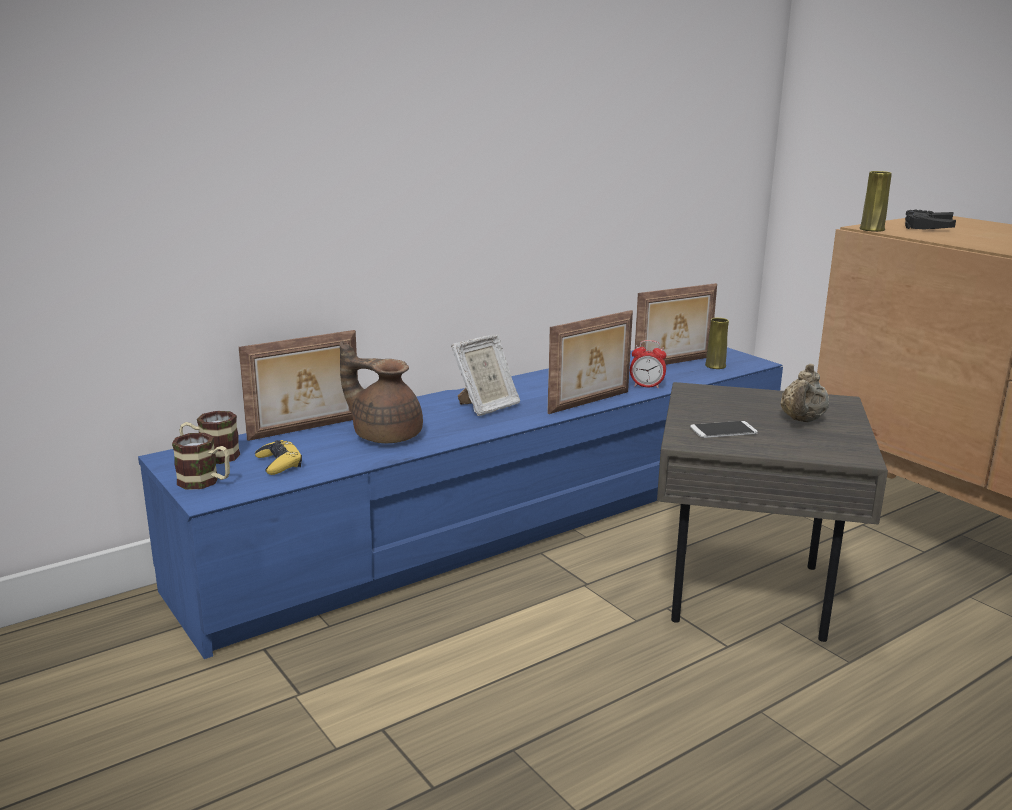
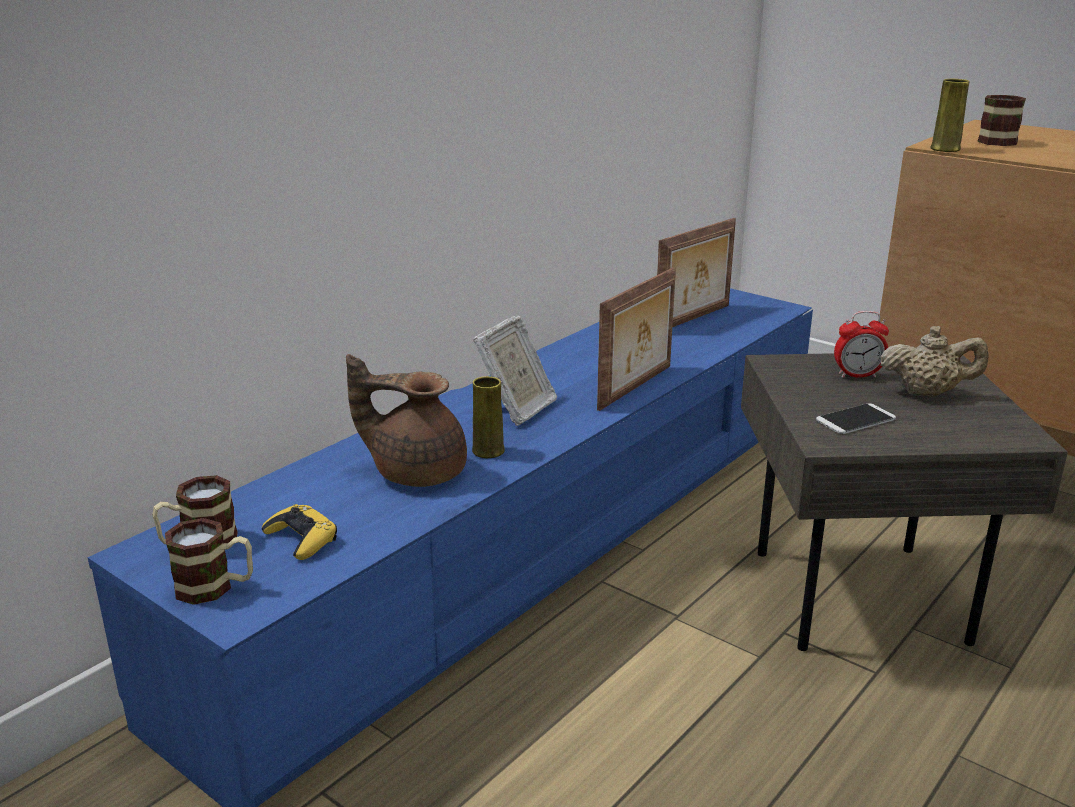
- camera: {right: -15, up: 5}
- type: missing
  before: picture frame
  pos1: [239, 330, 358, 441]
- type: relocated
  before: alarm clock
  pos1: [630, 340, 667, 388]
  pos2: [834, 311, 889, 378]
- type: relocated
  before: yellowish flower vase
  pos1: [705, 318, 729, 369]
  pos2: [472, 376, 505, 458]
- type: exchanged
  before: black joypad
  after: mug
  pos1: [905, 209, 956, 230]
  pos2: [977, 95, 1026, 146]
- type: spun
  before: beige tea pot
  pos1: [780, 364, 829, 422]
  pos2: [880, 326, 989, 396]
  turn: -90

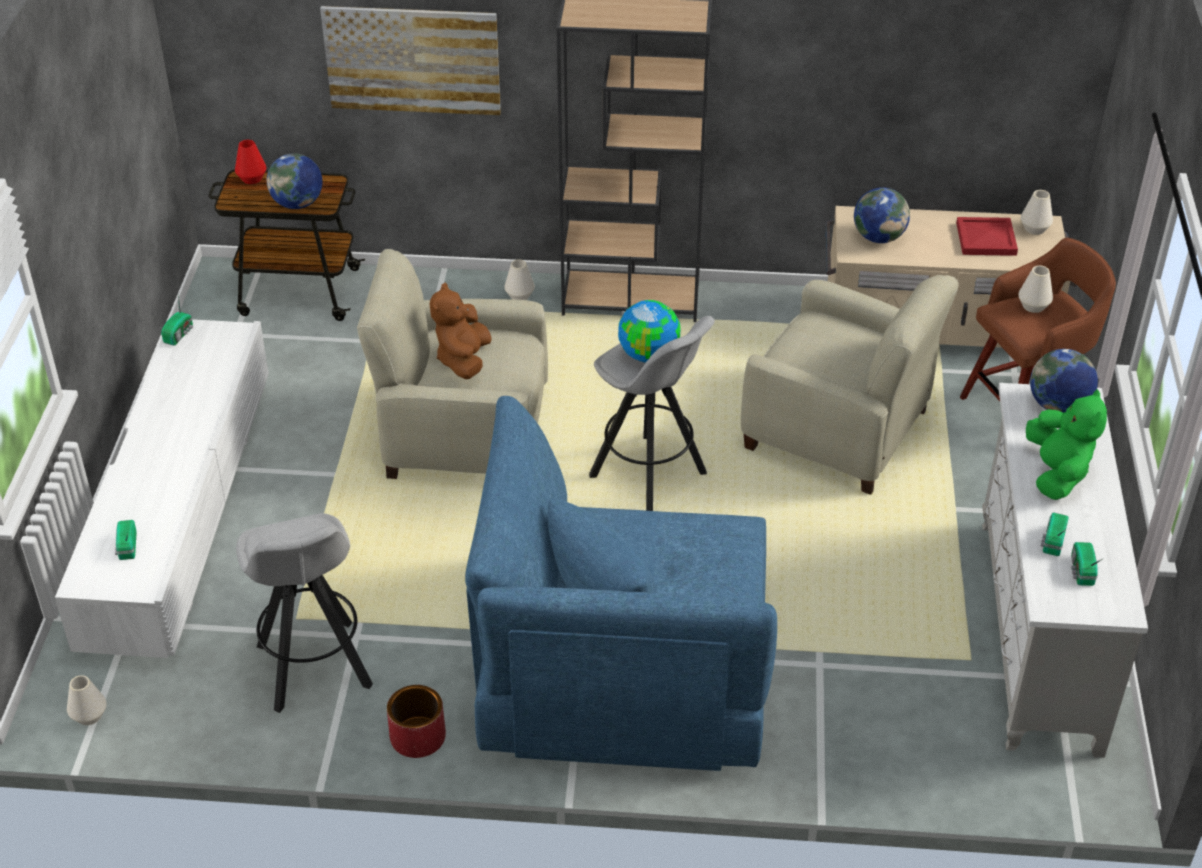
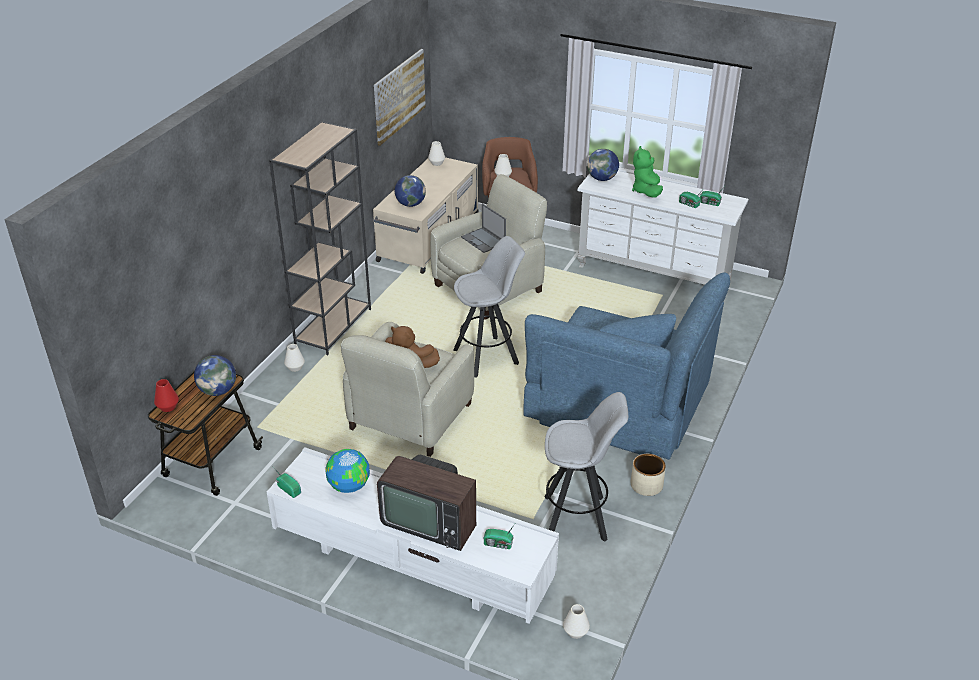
- camera: {right: -70, up: -5}
- type: missing
  before: red carrying tray
  pos1: [956, 217, 1018, 256]
- type: appeared
  after: television
  pos2: [377, 455, 476, 551]
- type: appeared
  after: portable computer
  pos2: [461, 204, 506, 253]
- type: relocated
  before: wall picture
  pos1: [320, 6, 501, 115]
  pos2: [374, 49, 426, 146]
- type: relocated
  before: globe
  pos1: [618, 300, 681, 363]
  pos2: [325, 449, 370, 493]
- type: colour
  before: red flower pot
  after: beige flower pot
  pos1: [387, 685, 446, 758]
  pos2: [631, 454, 666, 496]
- type: spun
  before: green plush toy
  pos1: [1026, 389, 1107, 500]
  pos2: [632, 146, 663, 198]
  turn: -105

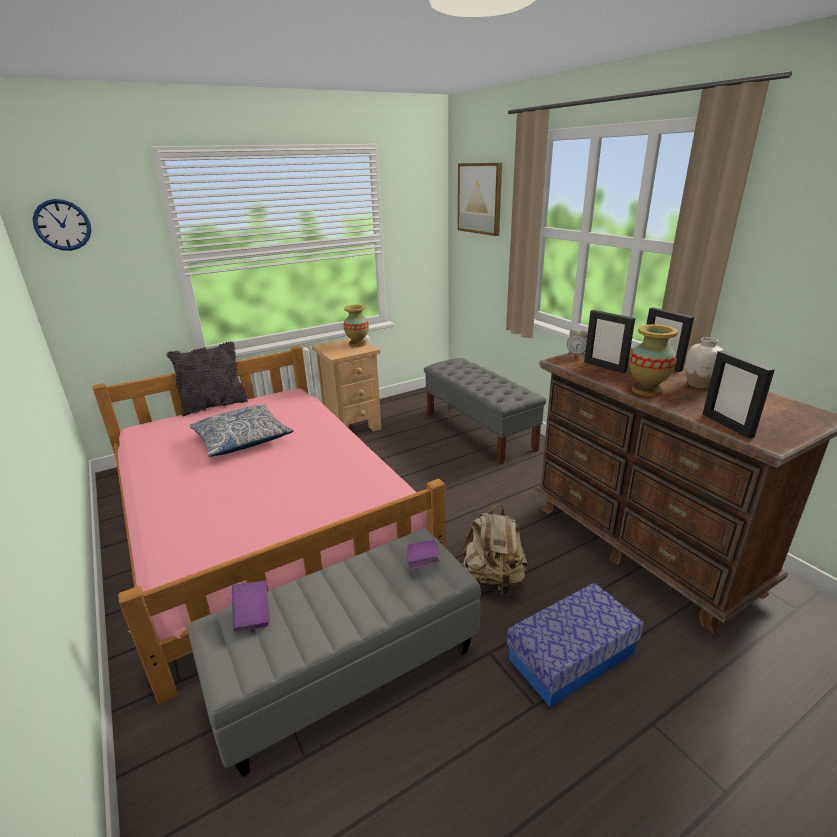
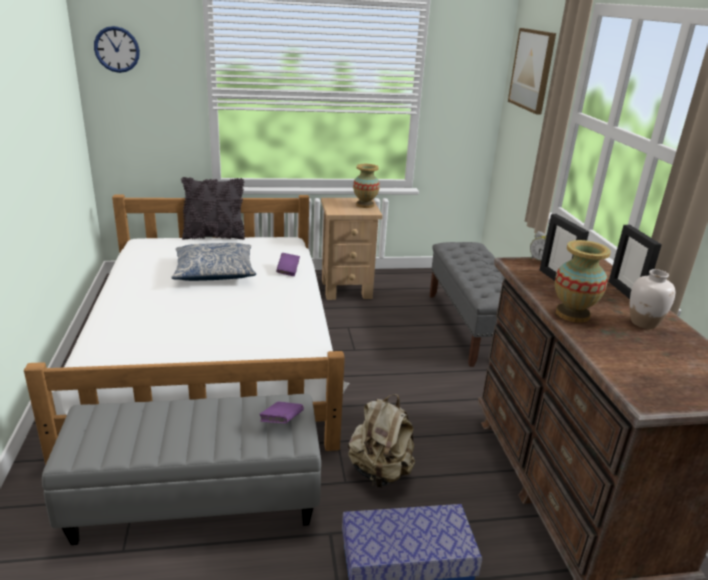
- camera: {right: 20, up: 0}
- type: missing
  before: picture frame
  pos1: [703, 350, 775, 439]
- type: relocated
  before: purple book
  pos1: [232, 581, 270, 632]
  pos2: [276, 253, 300, 276]
- type: colour
  before: pink bed
  after: white bed
  pos1: [92, 346, 446, 704]
  pos2: [24, 194, 349, 465]

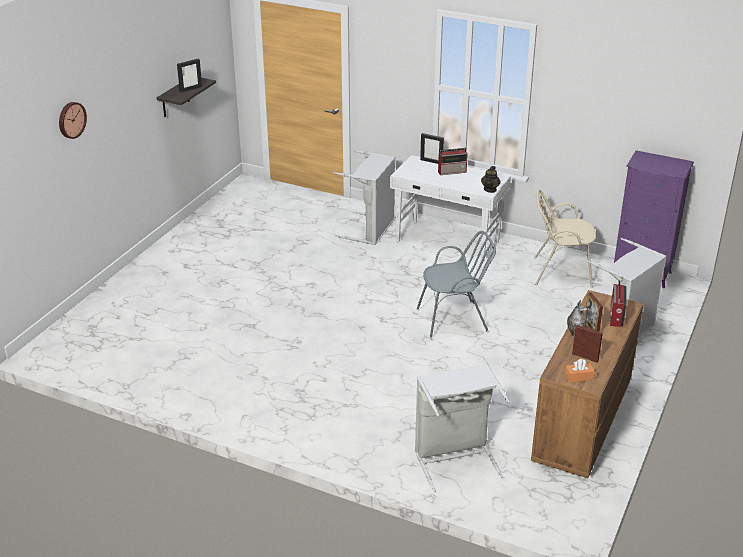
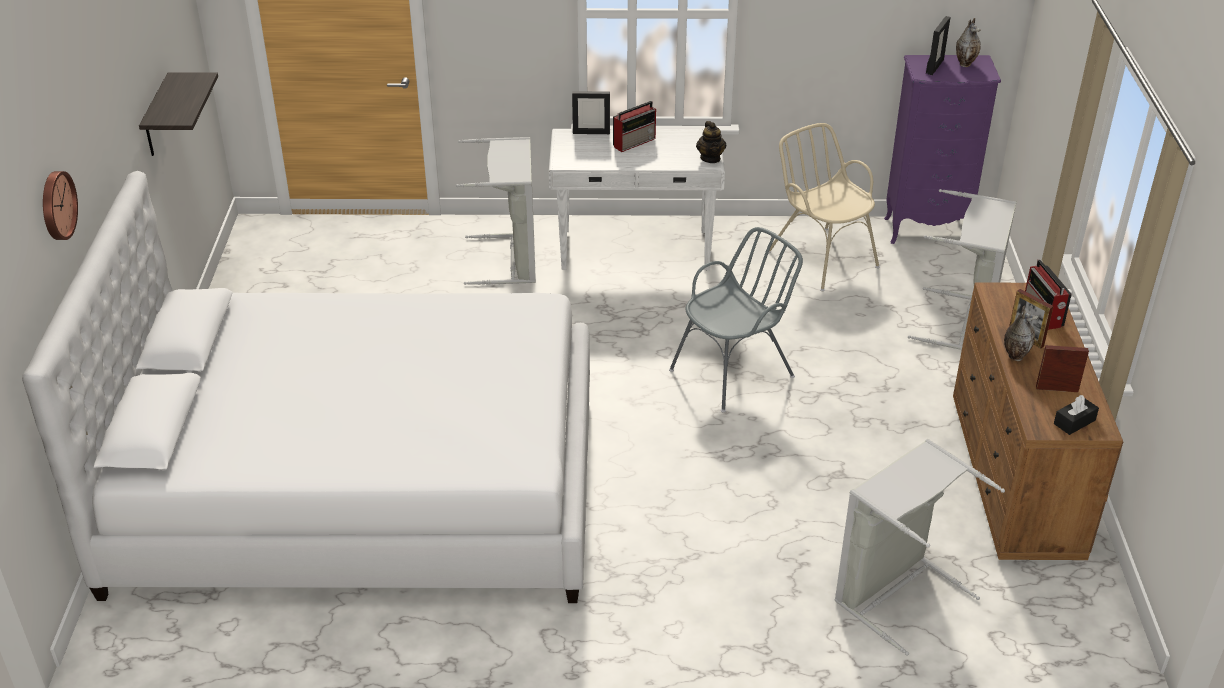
- camera: {right: -25, up: 5}
- type: appeared
  after: white bed
  pos2: [22, 171, 590, 603]
- type: appeared
  after: flower vase
  pos2: [956, 18, 981, 67]
- type: relocated
  before: picture frame
  pos1: [177, 59, 202, 93]
  pos2: [926, 16, 950, 75]
- type: colour
  before: orangey tissue holder
  after: black tissue holder
  pos1: [565, 359, 595, 383]
  pos2: [1054, 395, 1099, 435]
- type: spun
  before: beige chair
  pos1: [534, 190, 596, 288]
  pos2: [769, 123, 880, 291]
  turn: 75

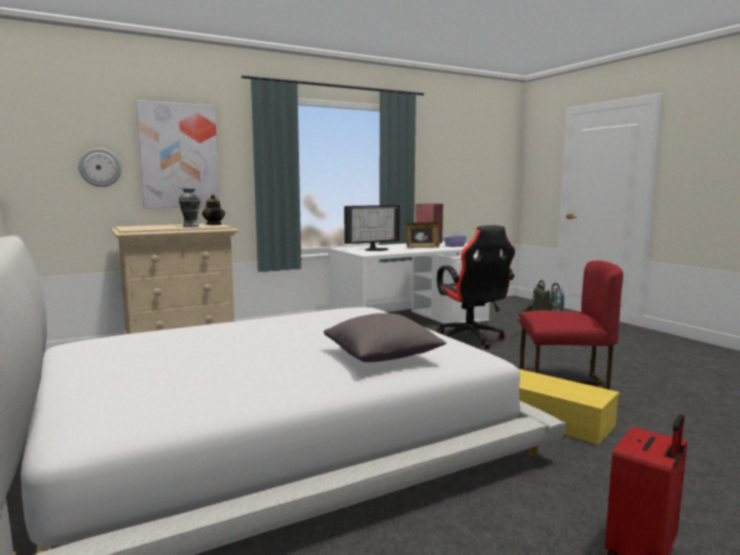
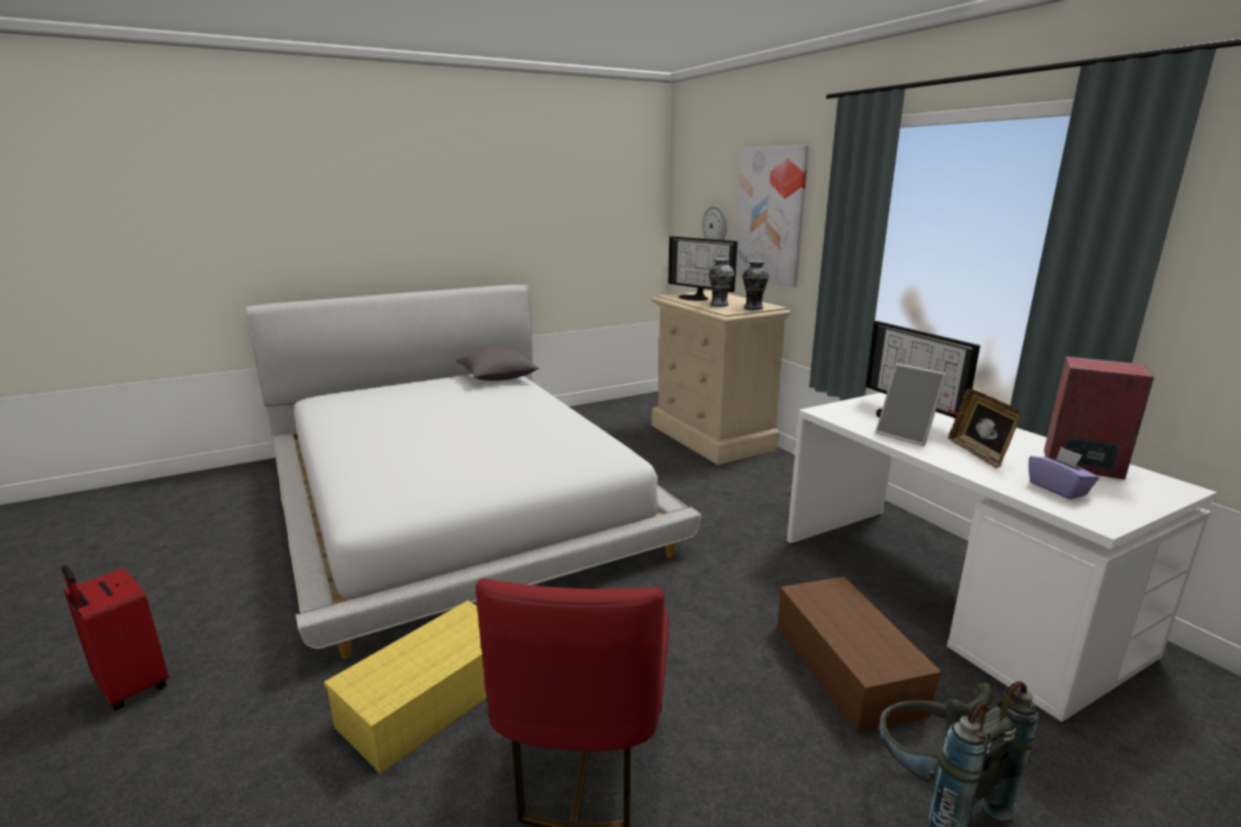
- camera: {right: 90, up: 10}
- type: appeared
  after: computer screen
  pos2: [668, 236, 737, 300]
- type: appeared
  after: picture frame
  pos2: [876, 363, 947, 446]
- type: relocated
  before: grey cushion
  pos1: [324, 313, 447, 362]
  pos2: [456, 347, 539, 381]
- type: exchanged
  before: tea pot
  after: flower vase
  pos1: [202, 194, 225, 225]
  pos2: [742, 260, 769, 310]
- type: exchanged
  before: black computer chair
  after: brown-coloured storage container
  pos1: [436, 225, 515, 349]
  pos2: [777, 576, 942, 733]

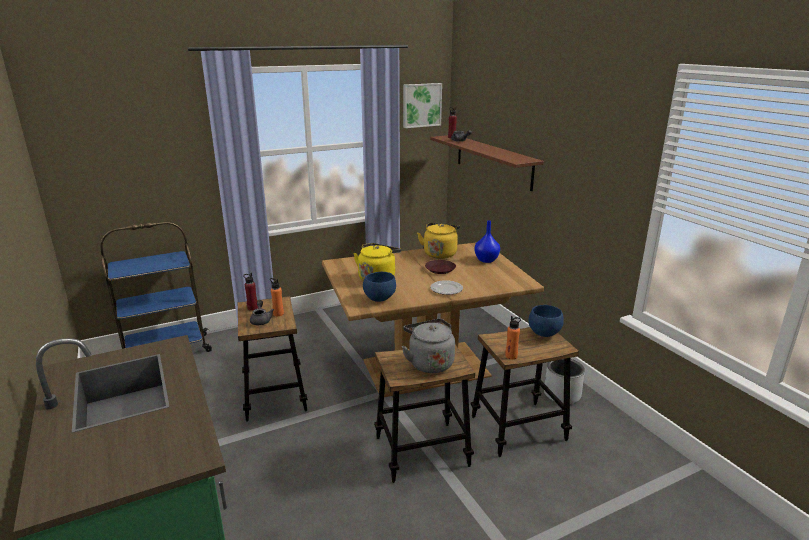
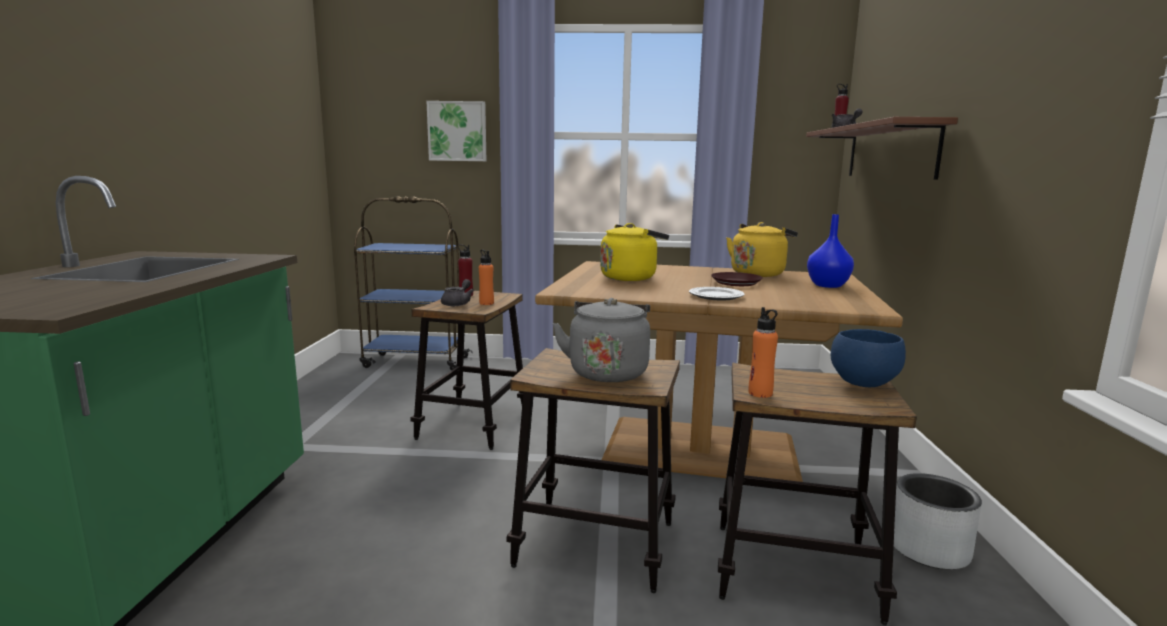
- camera: {right: 30, up: -10}
- type: missing
  before: blue deep dish
  pos1: [363, 272, 396, 302]
- type: relocated
  before: wall picture
  pos1: [403, 83, 442, 128]
  pos2: [426, 101, 486, 161]

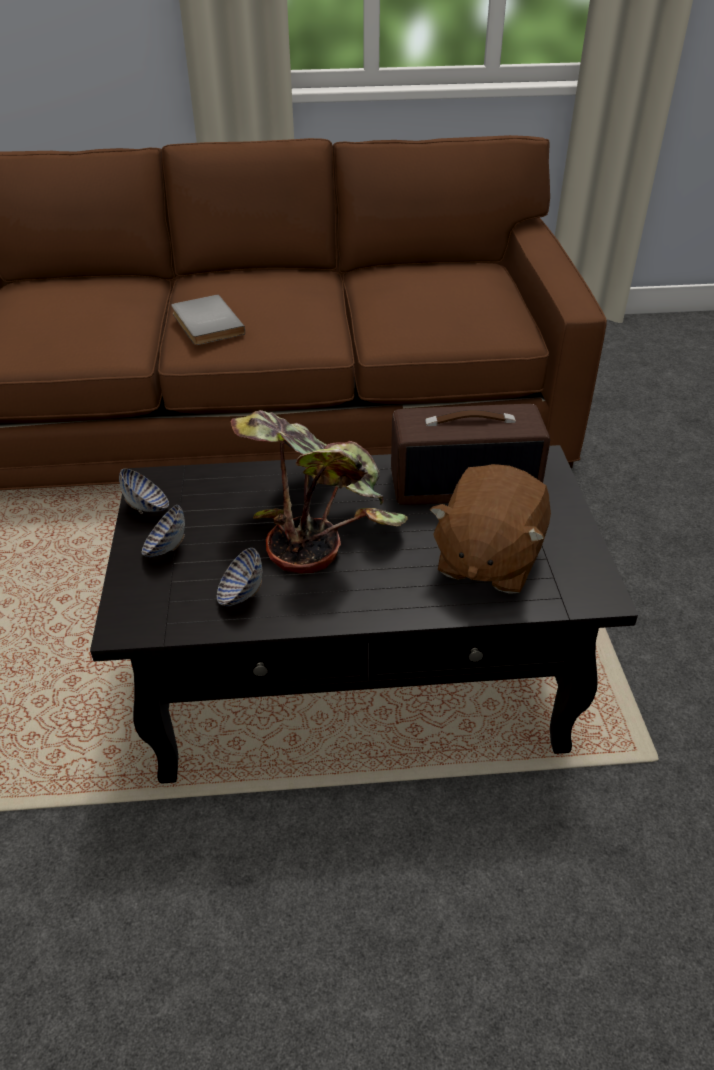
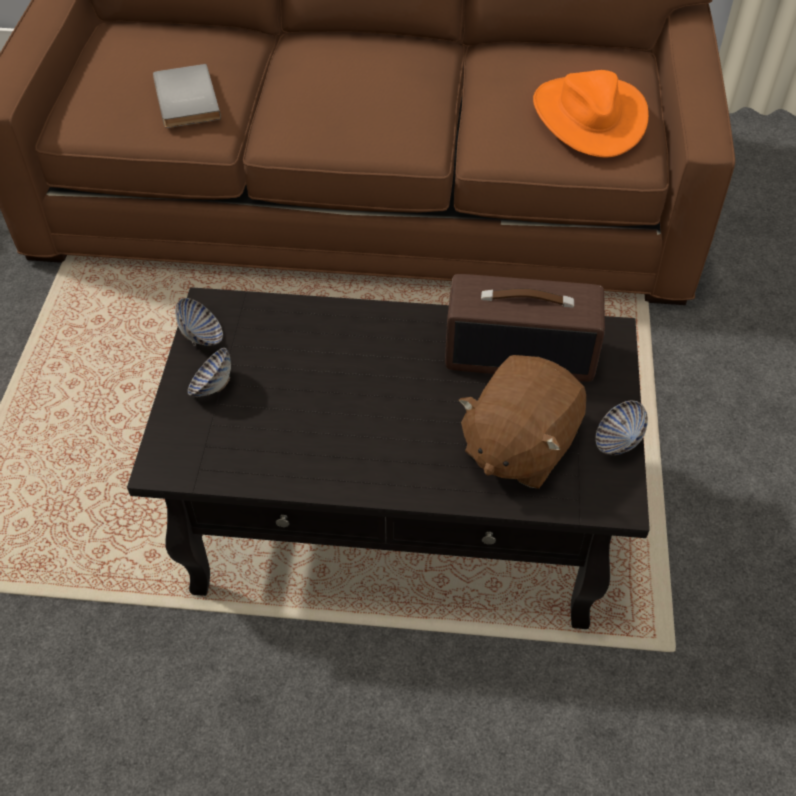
- camera: {right: 10, up: 10}
- type: missing
  before: potted plant
  pos1: [231, 410, 407, 574]
- type: appeared
  after: orangey clothing hat
  pos2: [533, 70, 649, 158]
- type: relocated
  before: grey book
  pos1: [171, 294, 245, 345]
  pos2: [153, 64, 221, 128]
- type: relocated
  before: deep dish
  pos1: [217, 548, 263, 606]
  pos2: [595, 401, 648, 455]

